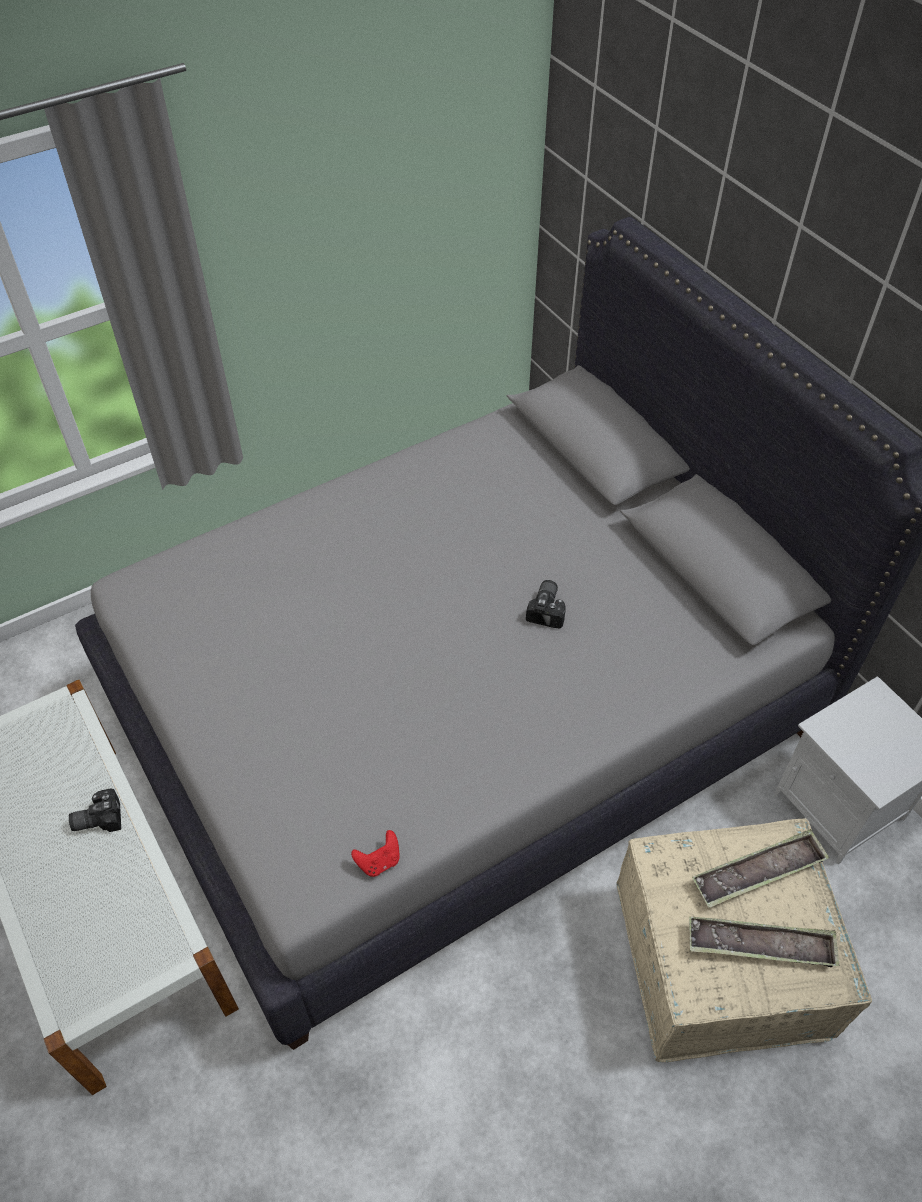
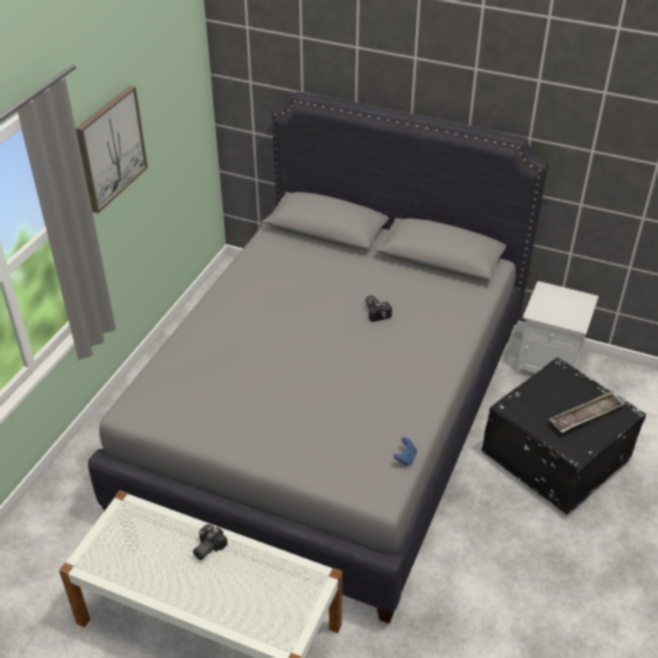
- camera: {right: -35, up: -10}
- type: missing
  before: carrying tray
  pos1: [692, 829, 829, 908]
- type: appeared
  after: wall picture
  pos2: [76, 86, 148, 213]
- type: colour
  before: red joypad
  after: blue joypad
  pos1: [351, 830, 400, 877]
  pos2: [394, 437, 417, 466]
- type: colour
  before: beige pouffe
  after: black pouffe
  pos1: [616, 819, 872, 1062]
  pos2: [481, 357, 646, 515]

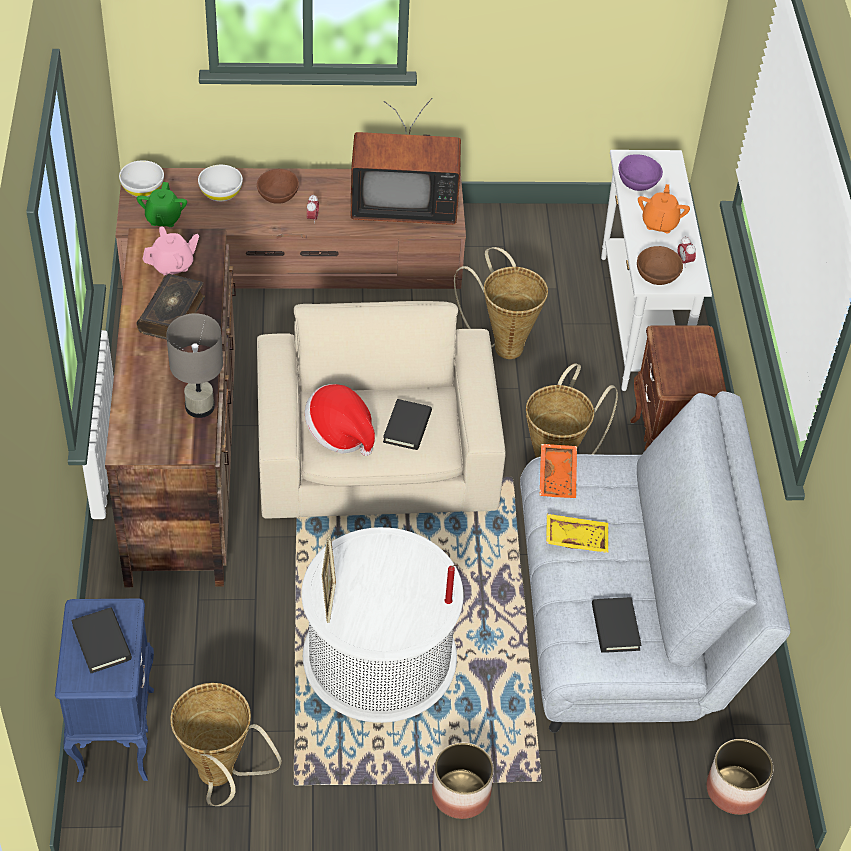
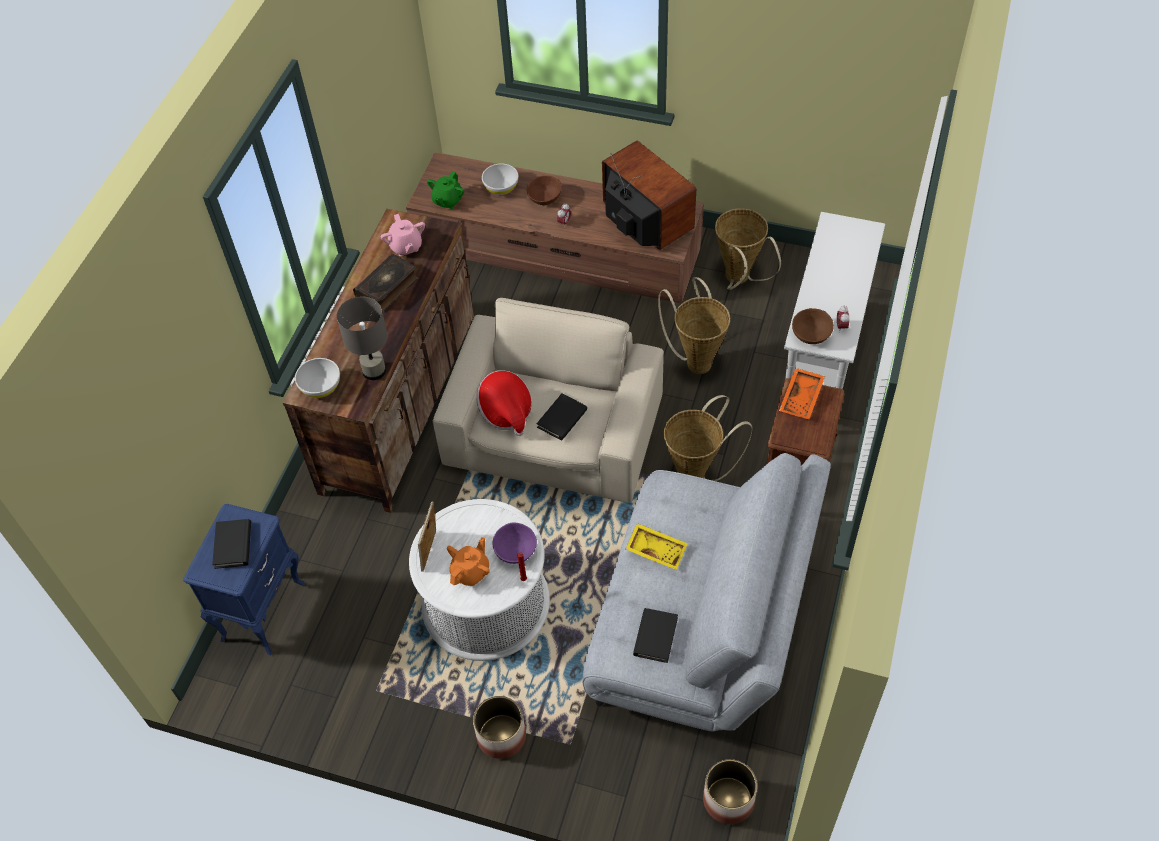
- camera: {right: 25, up: 5}
- type: relocated
  before: white deep dish
  pos1: [119, 160, 164, 197]
  pos2: [295, 358, 340, 398]
- type: relocated
  before: storage basket
  pos1: [170, 683, 282, 806]
  pos2: [715, 208, 781, 290]
- type: relocated
  before: orangey carrying tray
  pos1: [540, 444, 577, 498]
  pos2: [779, 368, 825, 419]
- type: relocated
  before: purple deep dish
  pos1: [619, 154, 663, 191]
  pos2: [493, 523, 537, 564]
- type: relocated
  before: orangey tea pot
  pos1: [638, 184, 690, 233]
  pos2: [447, 537, 490, 586]
- type: spun
  before: pink tea pot
  pos1: [143, 226, 199, 276]
  pos2: [381, 214, 425, 256]
  turn: 75
- type: spun
  before: television
  pos1: [351, 98, 461, 225]
  pos2: [602, 141, 696, 250]
  turn: -150

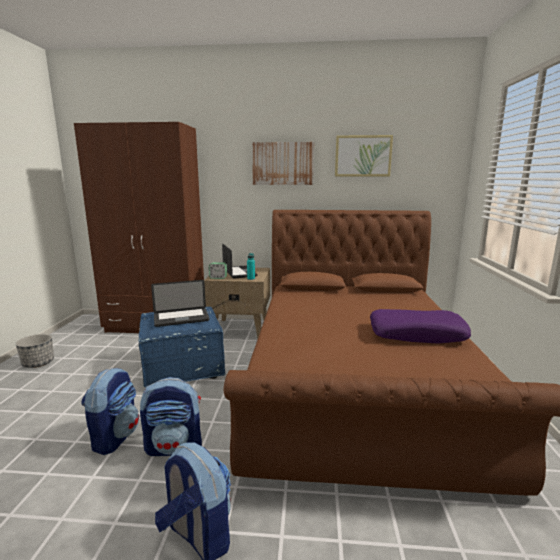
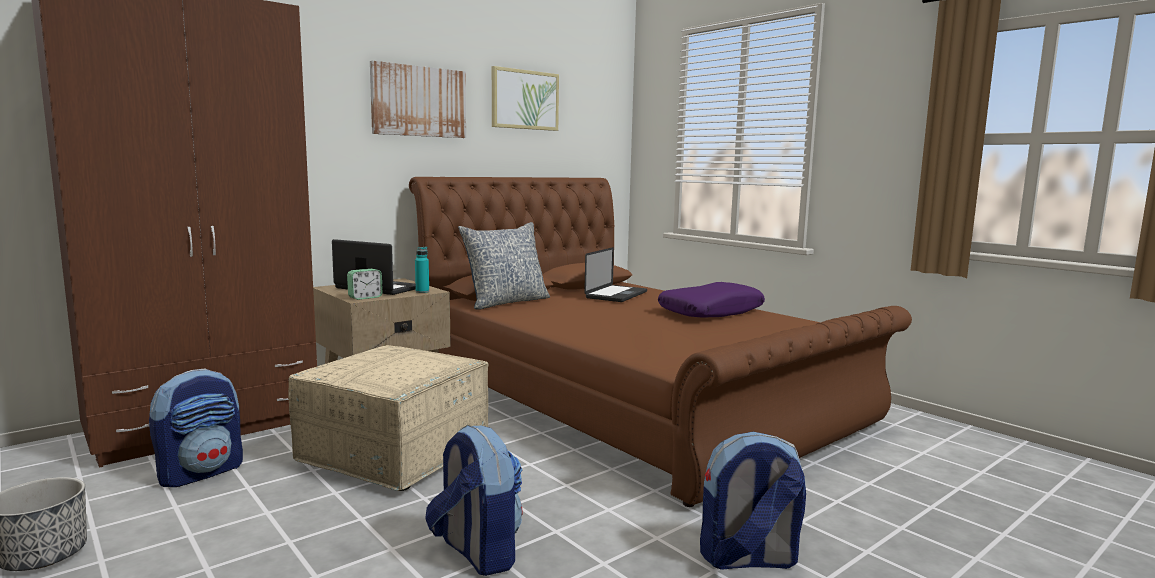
- camera: {right: -45, up: -5}
- type: appeared
  after: cushion
  pos2: [458, 222, 550, 309]
- type: relocated
  before: rucksack
  pos1: [140, 377, 202, 456]
  pos2: [149, 368, 243, 487]
- type: relocated
  before: portable computer
  pos1: [151, 280, 210, 327]
  pos2: [584, 247, 647, 302]
- type: colour
  before: blue pouffe
  after: beige pouffe
  pos1: [138, 307, 225, 387]
  pos2: [288, 345, 488, 491]

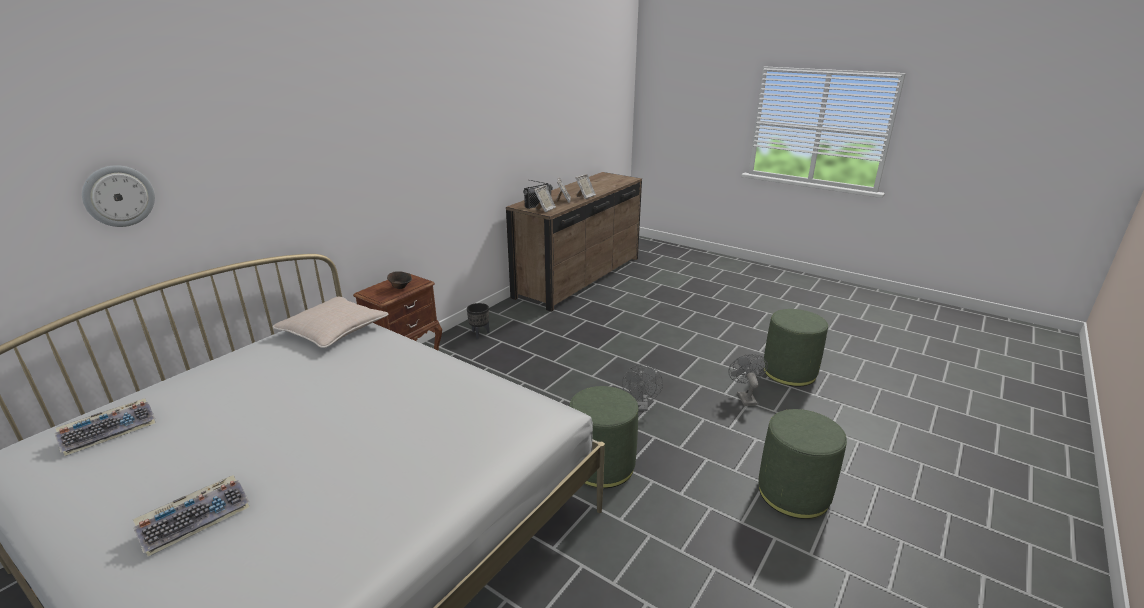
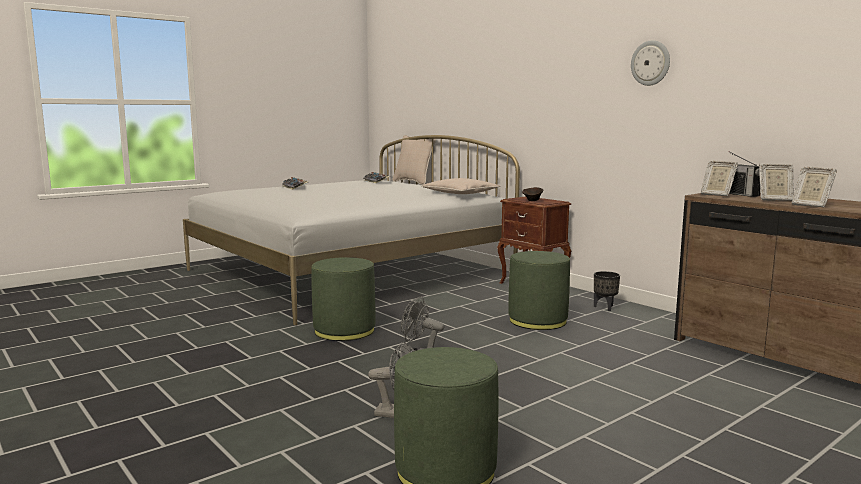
- camera: {right: 105, up: -15}
- type: appeared
  after: beige cushion
  pos2: [392, 135, 436, 185]
- type: relocated
  before: hanging clock
  pos1: [82, 165, 155, 227]
  pos2: [631, 40, 670, 86]
- type: relocated
  before: green pouffe
  pos1: [758, 409, 847, 519]
  pos2: [509, 251, 570, 330]

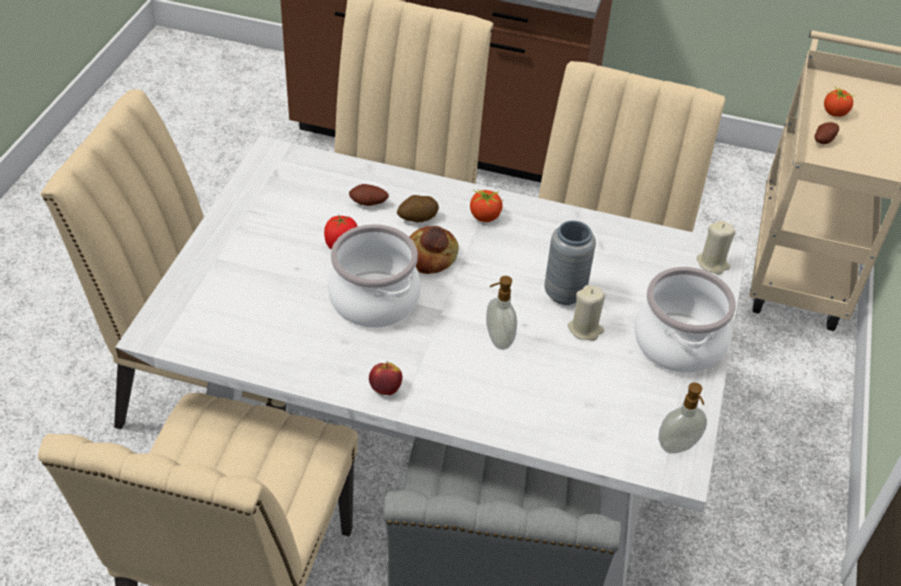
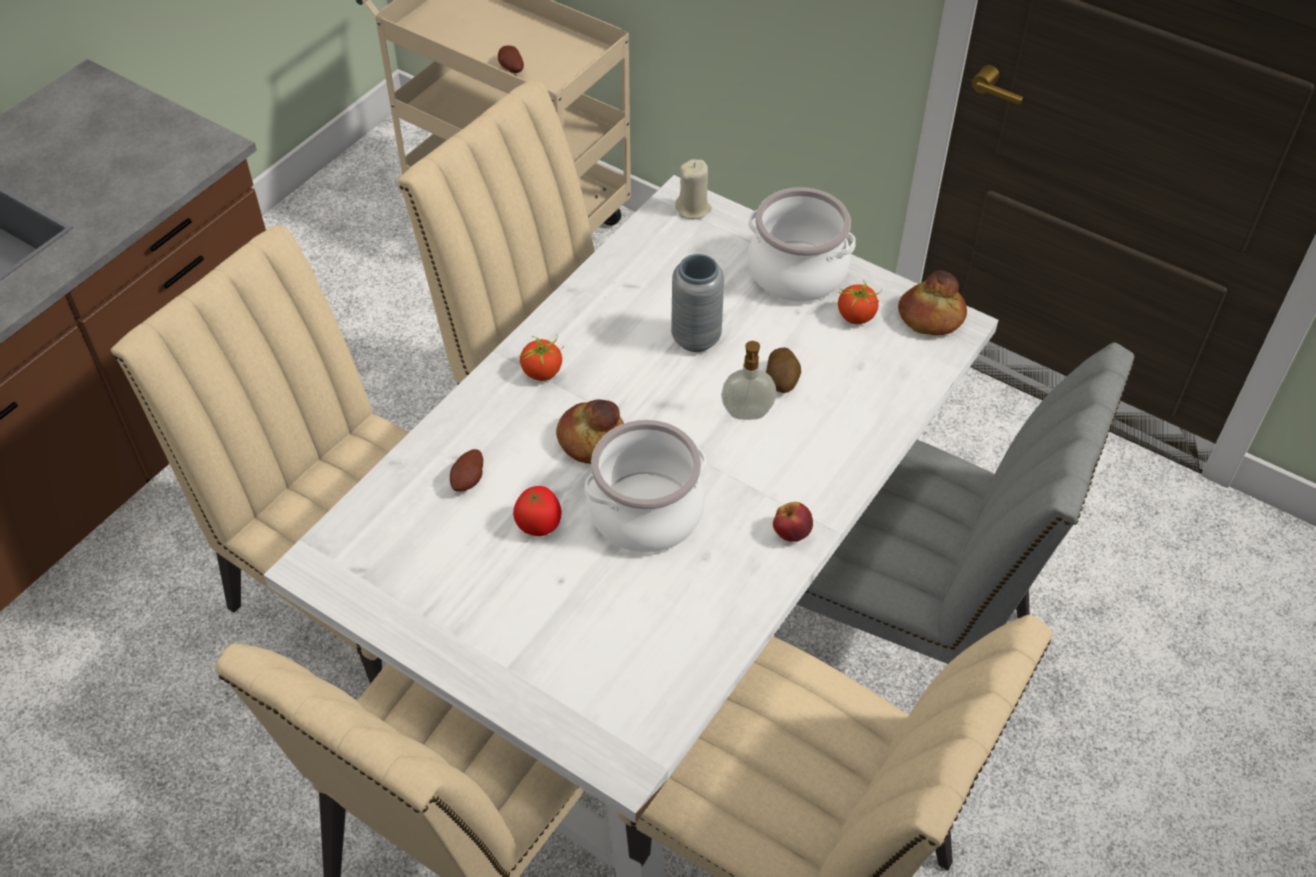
- camera: {right: -70, up: 5}
- type: missing
  before: beige wax light
  pos1: [568, 285, 605, 341]
- type: relocated
  before: whole potato
  pos1: [397, 195, 439, 223]
  pos2: [766, 348, 801, 393]
- type: relocated
  before: fresh tomato
  pos1: [824, 87, 853, 117]
  pos2: [838, 280, 882, 324]
- type: exchanged
  before: soap bottle
  after: baked bread
  pos1: [658, 382, 707, 454]
  pos2: [898, 271, 967, 335]

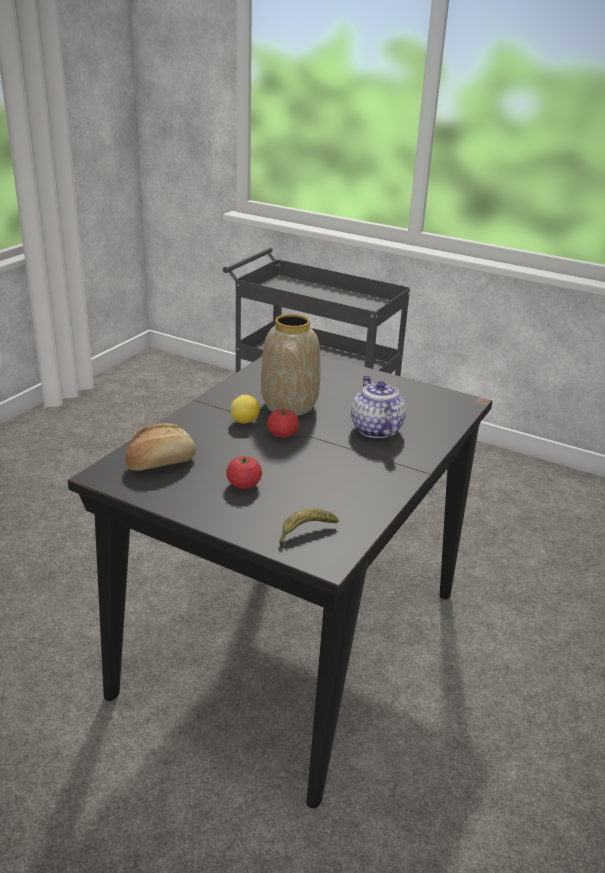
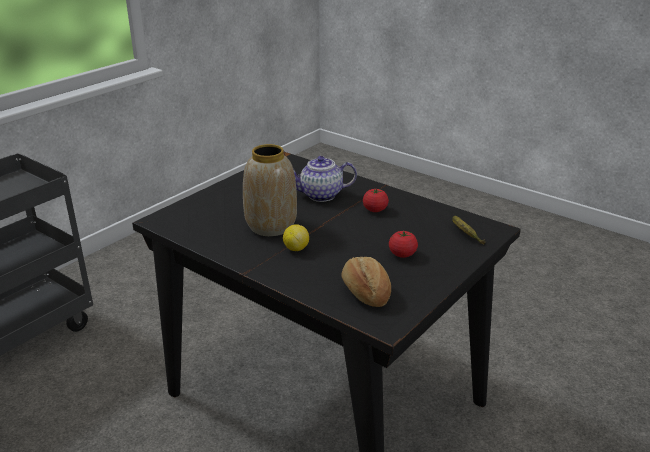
- camera: {right: -80, up: 0}
- type: relocated
  before: fresh tomato
  pos1: [267, 408, 299, 438]
  pos2: [363, 189, 389, 212]

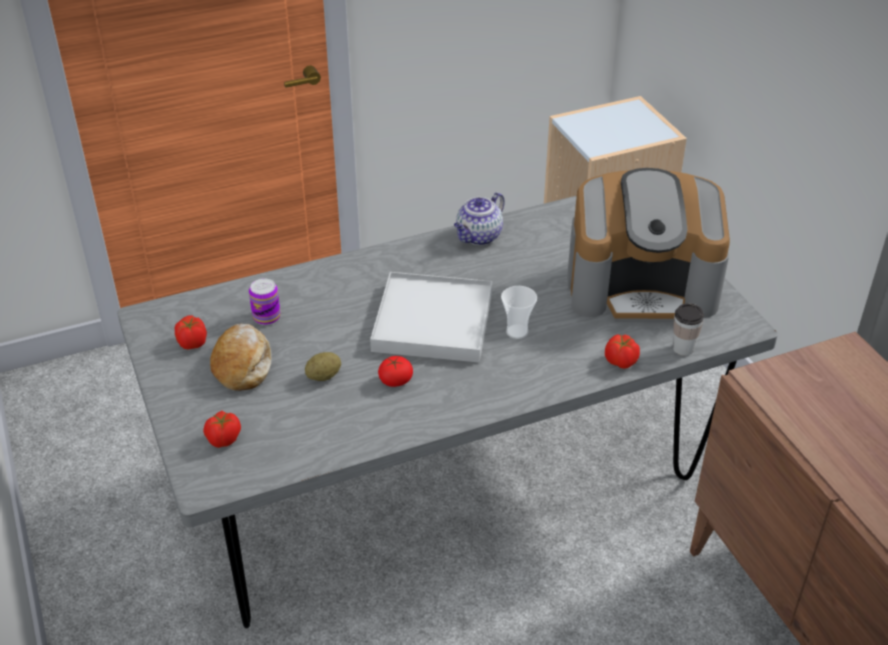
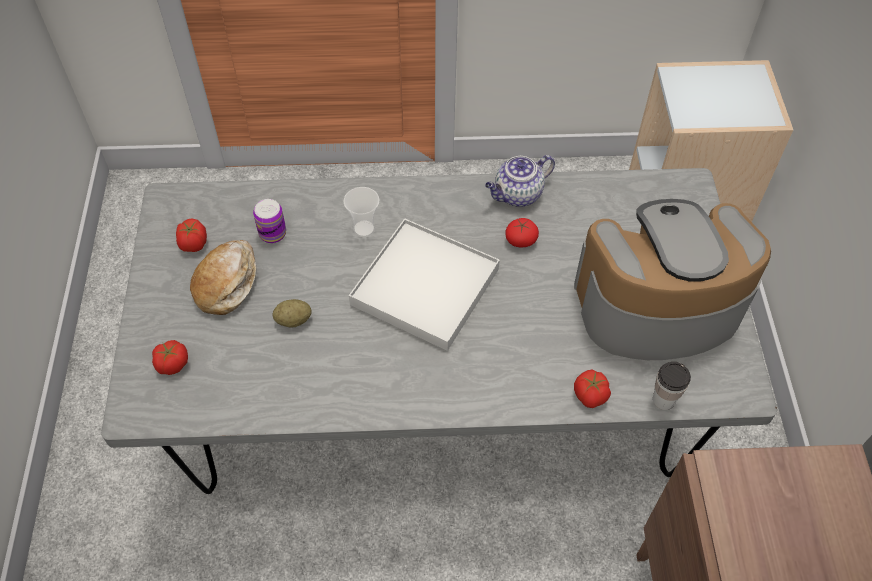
- camera: {right: 20, up: 15}
- type: relocated
  before: fresh tomato
  pos1: [378, 356, 413, 387]
  pos2: [505, 218, 539, 247]
- type: relocated
  before: cup
  pos1: [501, 286, 537, 339]
  pos2: [344, 187, 379, 237]
- type: spun
  before: coffee maker
  pos1: [567, 168, 730, 322]
  pos2: [574, 199, 771, 360]
  turn: 150

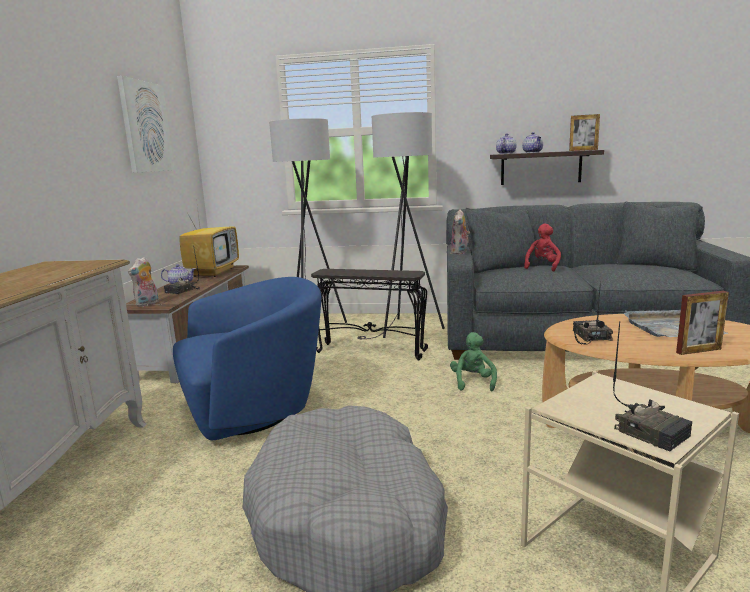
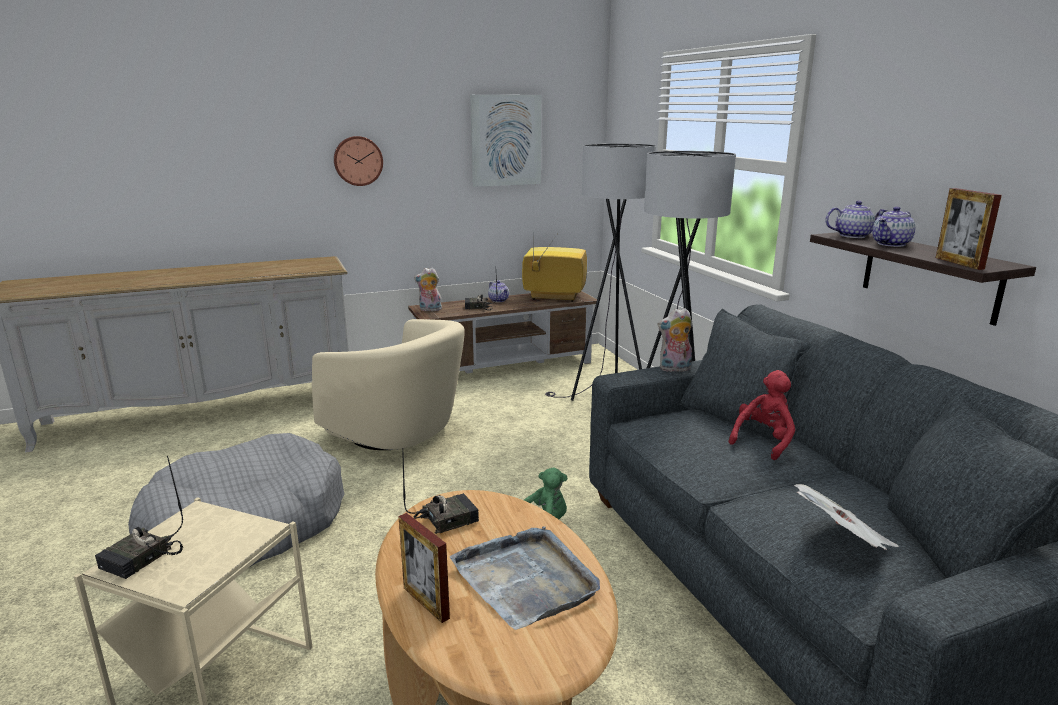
- camera: {right: 60, up: 5}
- type: missing
  before: black end table
  pos1: [311, 269, 428, 361]
- type: appeared
  after: hanging clock
  pos2: [334, 136, 383, 186]
- type: appeared
  after: printed paper
  pos2: [795, 484, 899, 550]
- type: colour
  before: blue armchair
  after: beige armchair
  pos1: [173, 277, 321, 440]
  pos2: [311, 319, 465, 450]
- type: spun
  before: television
  pos1: [179, 200, 239, 277]
  pos2: [522, 221, 587, 302]
  turn: -150
- type: spun
  before: red plush toy
  pos1: [524, 224, 561, 272]
  pos2: [729, 370, 795, 460]
  turn: -45

